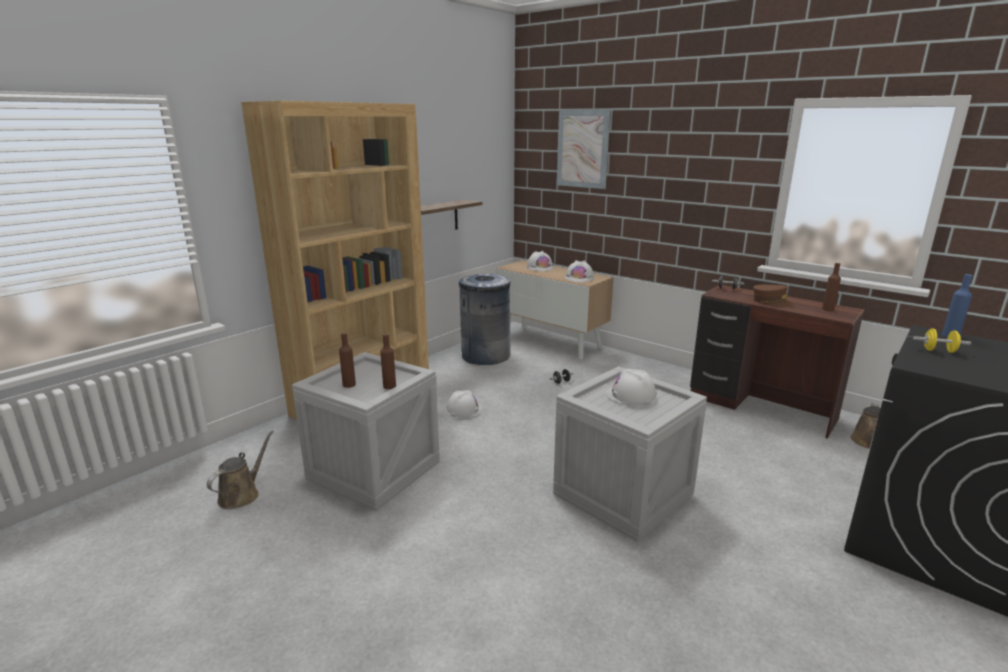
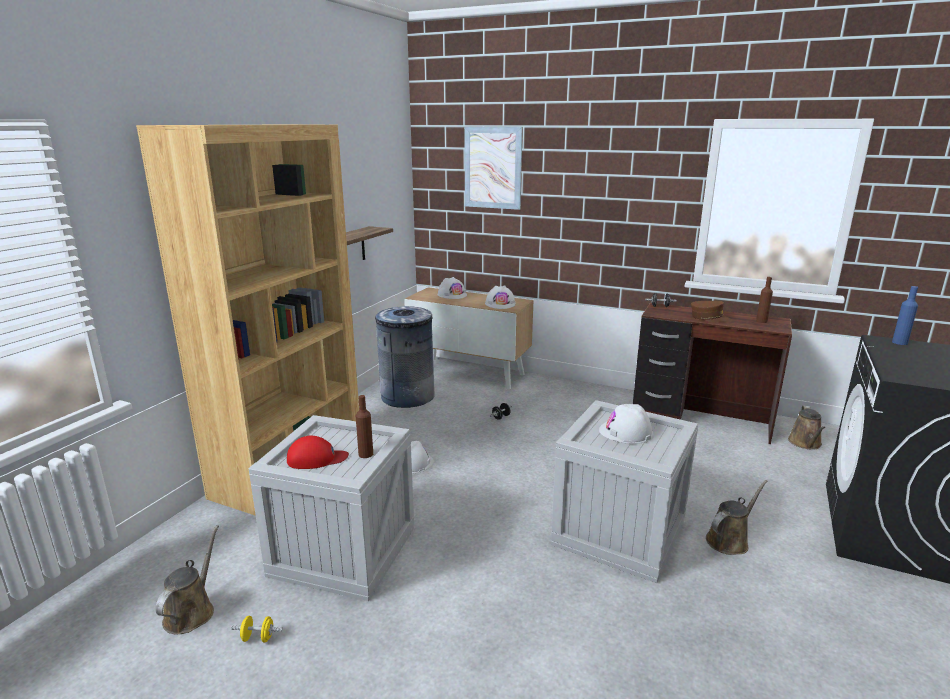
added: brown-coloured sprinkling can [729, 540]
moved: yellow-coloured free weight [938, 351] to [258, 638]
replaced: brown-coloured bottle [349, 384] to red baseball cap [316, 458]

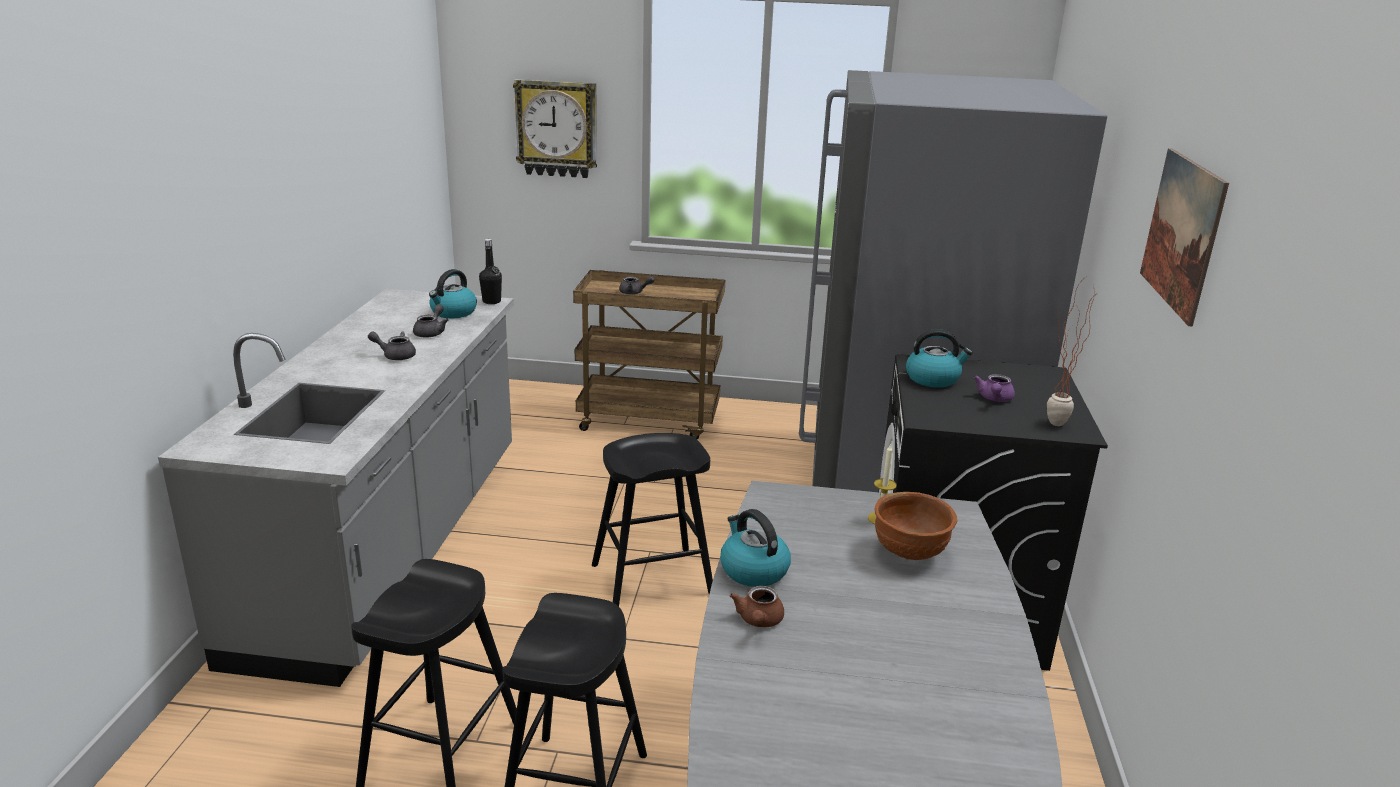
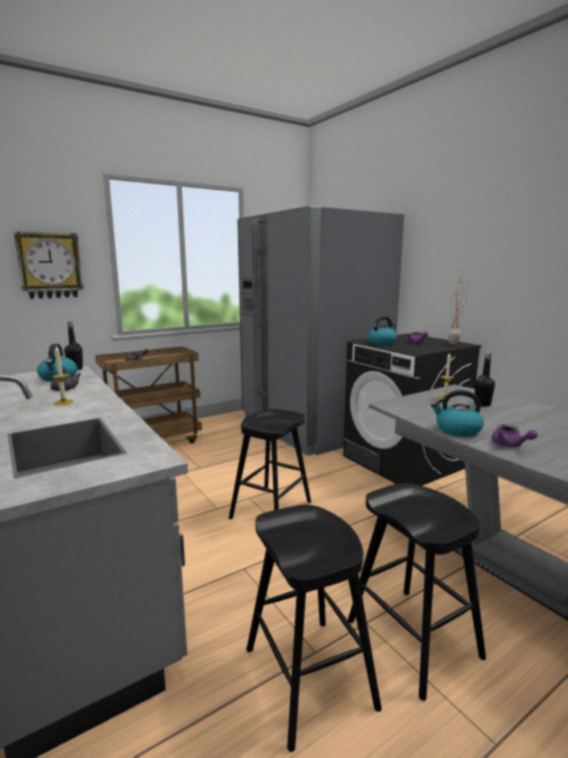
removed: wall art [1182, 233]
replaced: gray teapot [395, 355] to candle [63, 402]; brown-coloured serving bowl [909, 553] to black bottle [482, 404]
recoloured: brown-coloured teapot [758, 621] to purple-coloured teapot [510, 445]

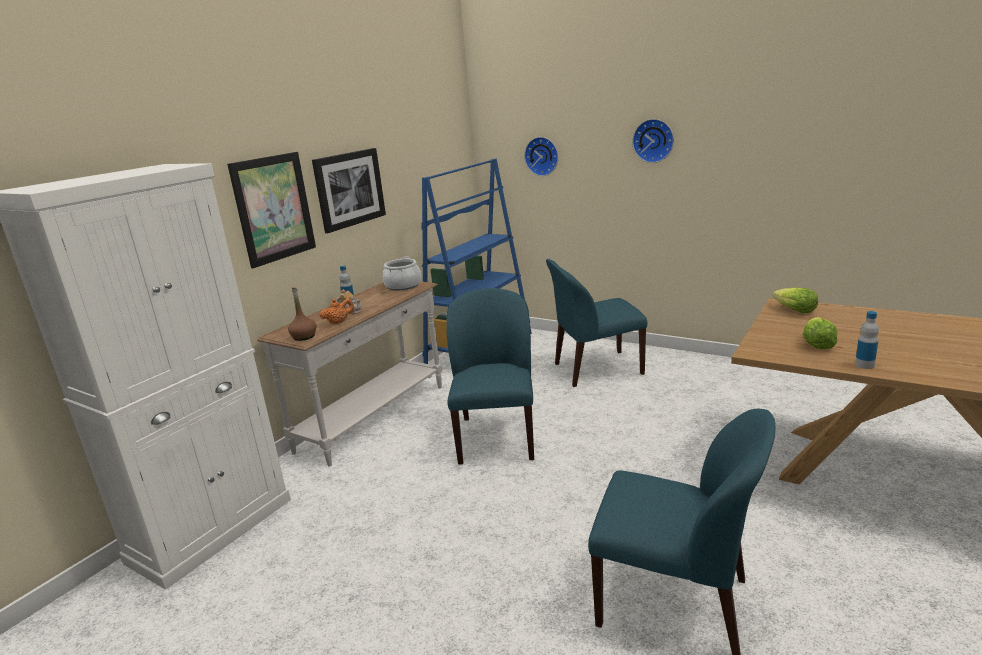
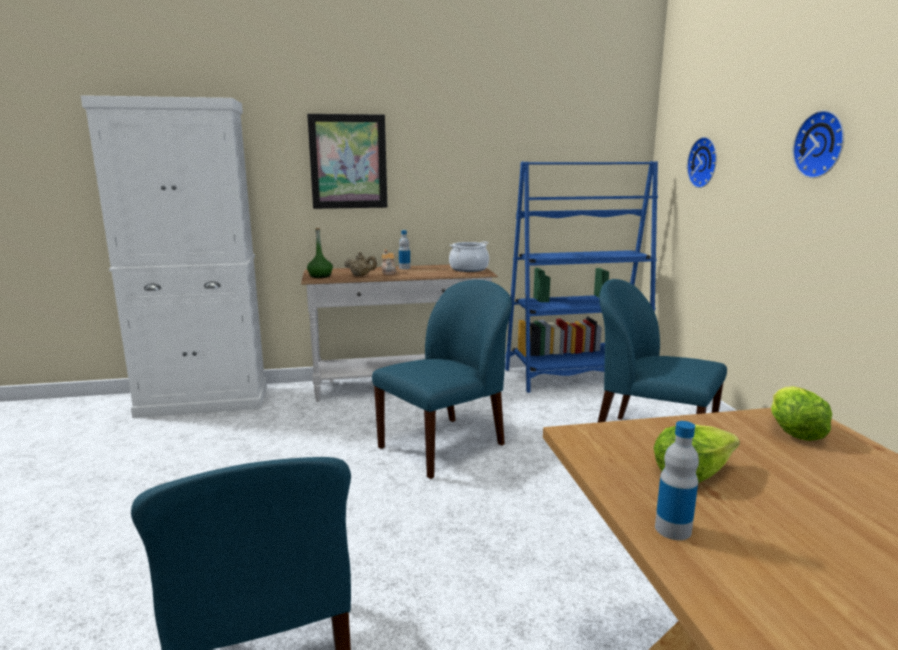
removed: wall art [349, 189]
recoloured: brown-coloured bottle [304, 337] to green-coloured bottle [320, 276]; orange-coloured teapot [338, 322] to sand-coloured teapot [361, 275]

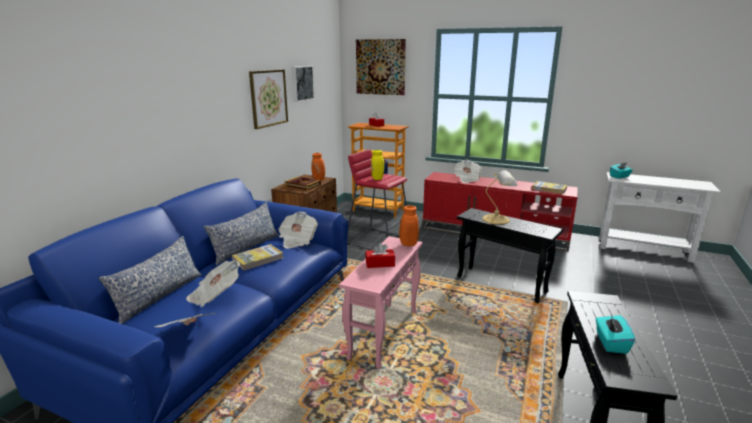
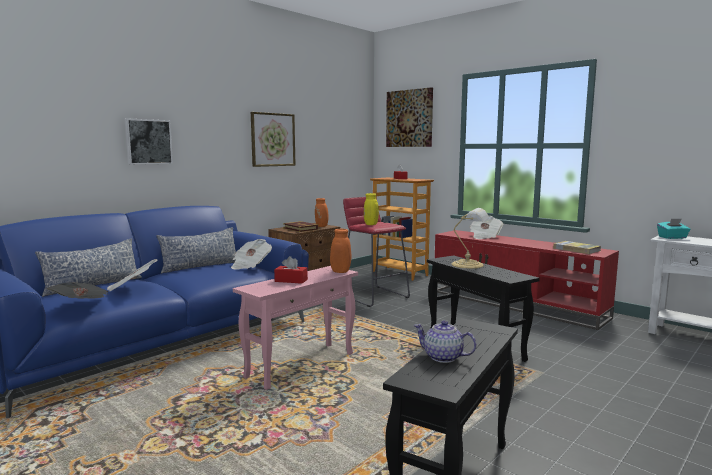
removed: volume [258, 259]
moved: wall art [301, 83] to [148, 142]
replaced: turquoise tissue holder [610, 343] to teapot [443, 357]

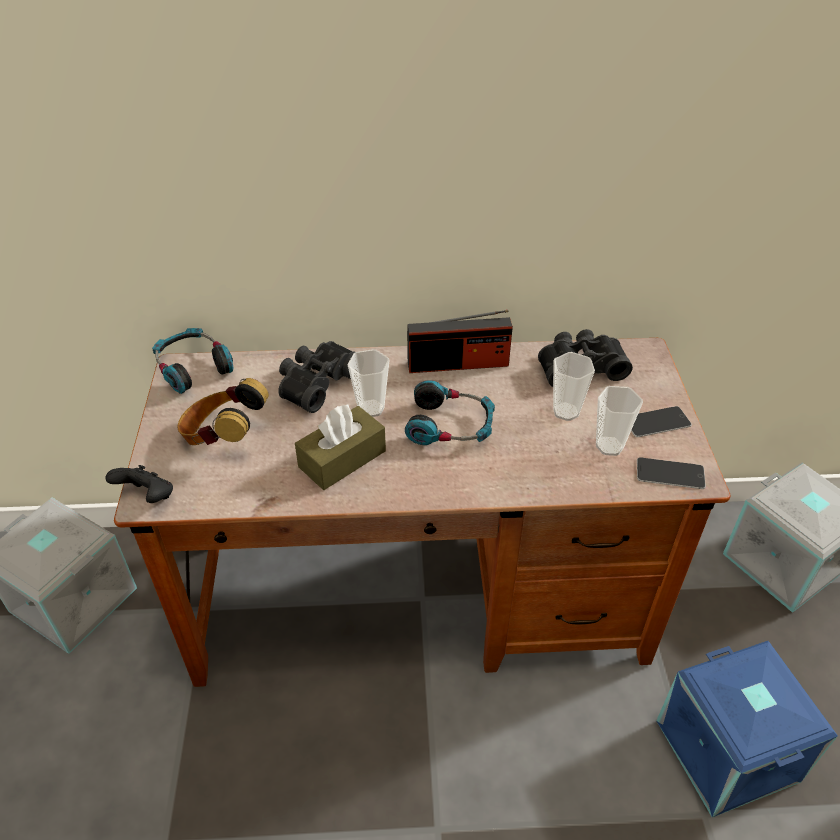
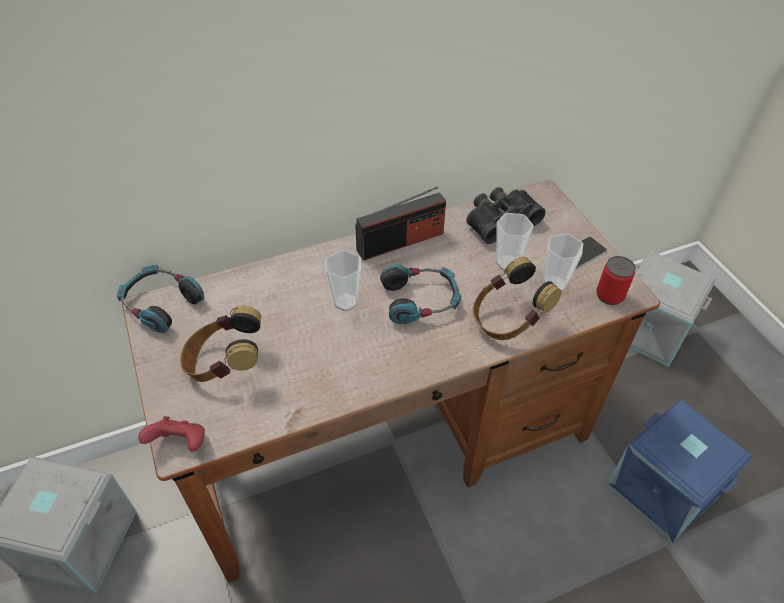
removed: black field glasses [316, 382]; brown-coloured tissue holder [342, 459]
added: headset [507, 320]
replaced: phone [670, 473] to sealed can [609, 295]
recoloured: black game controller [148, 497] to red game controller [180, 443]

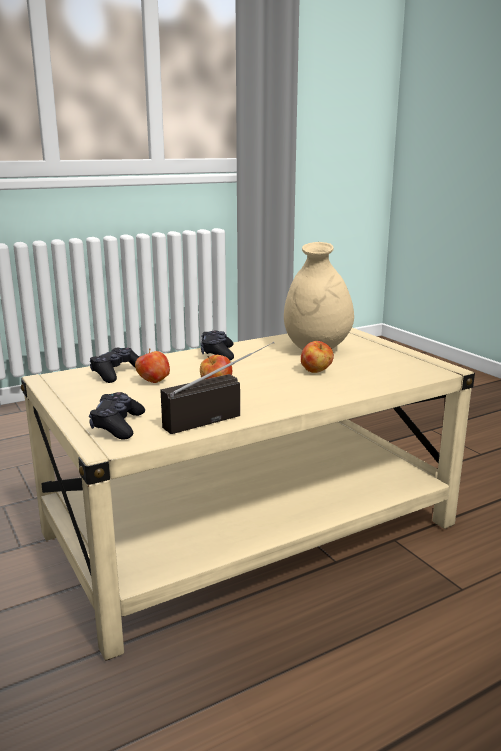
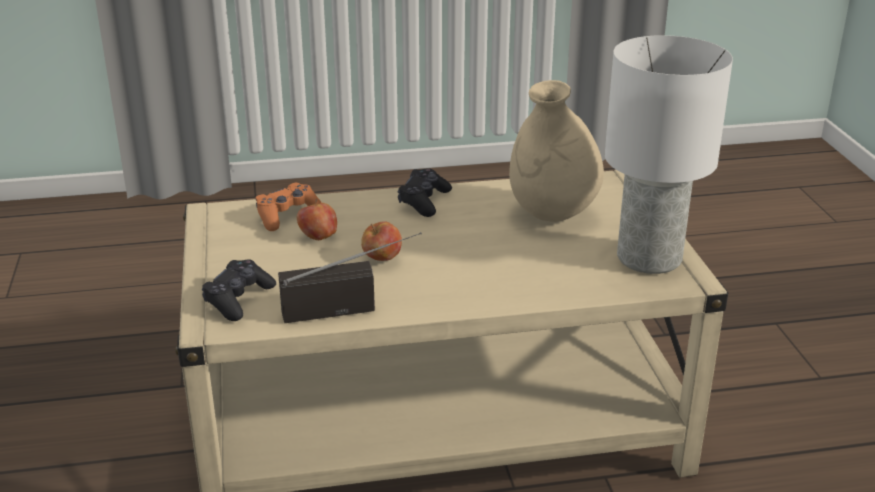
removed: whole apple [316, 371]
added: whitish table lamp [648, 259]
recoloured: black game controller [117, 373] to orange-coloured game controller [288, 216]

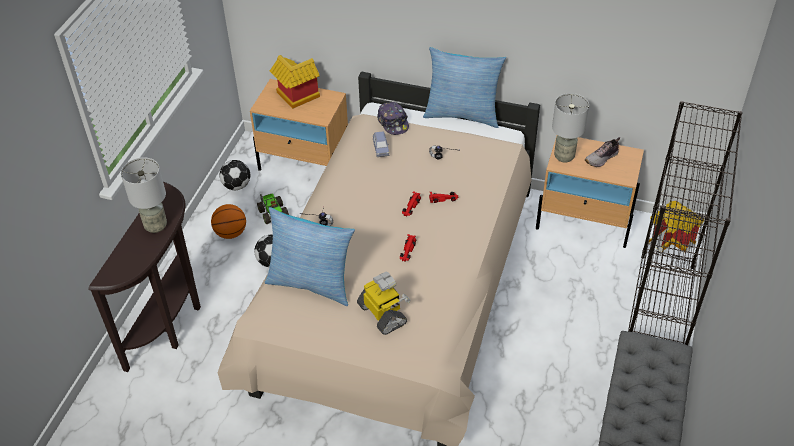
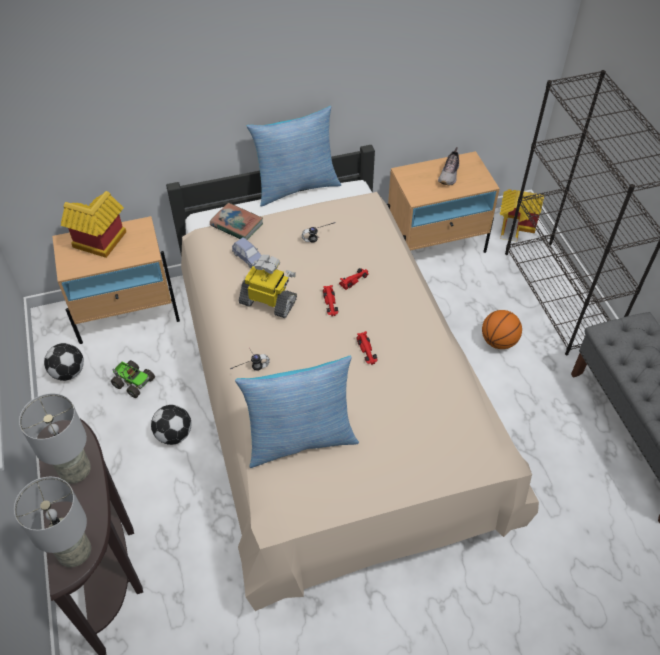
moved: ball for basketball [231, 233] to [498, 341]; toy robot [383, 314] to [269, 301]; gray table lamp [564, 156] to [75, 552]
replaced: baseball cap [393, 123] to volume [236, 225]

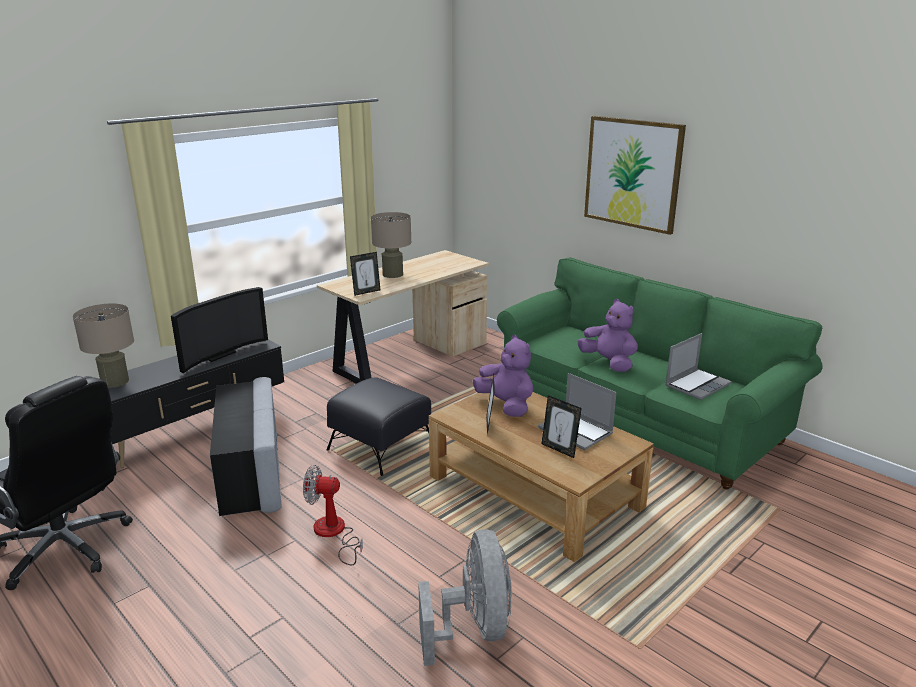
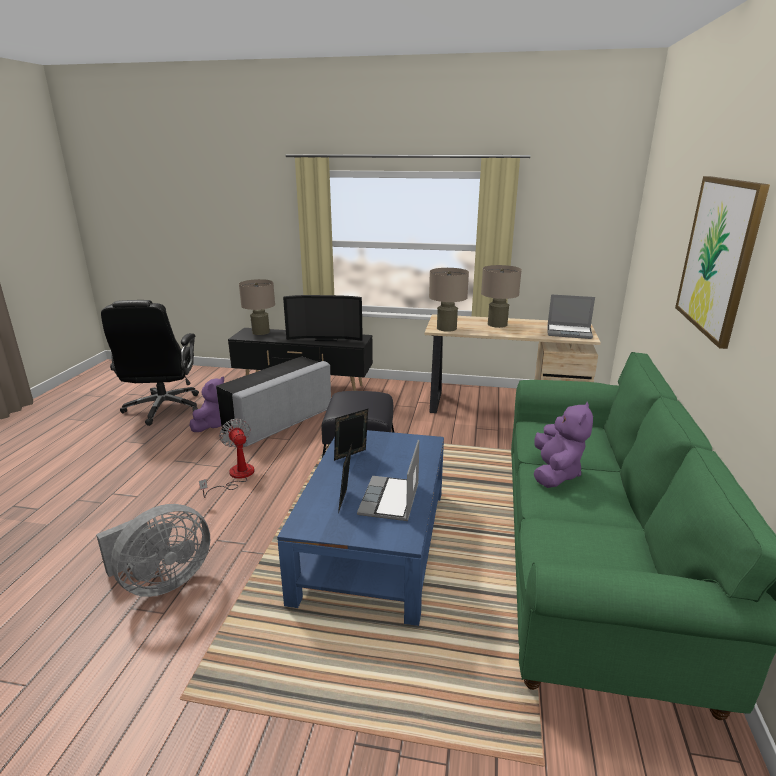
moved: purple-coloured soft toy [506, 405] to [212, 424]; notebook computer [697, 385] to [569, 332]
replaced: picture frame [366, 292] to sand-coloured table lamp [446, 328]
recoloured: brown-coloured low table [534, 492] to blue-coloured low table [373, 543]

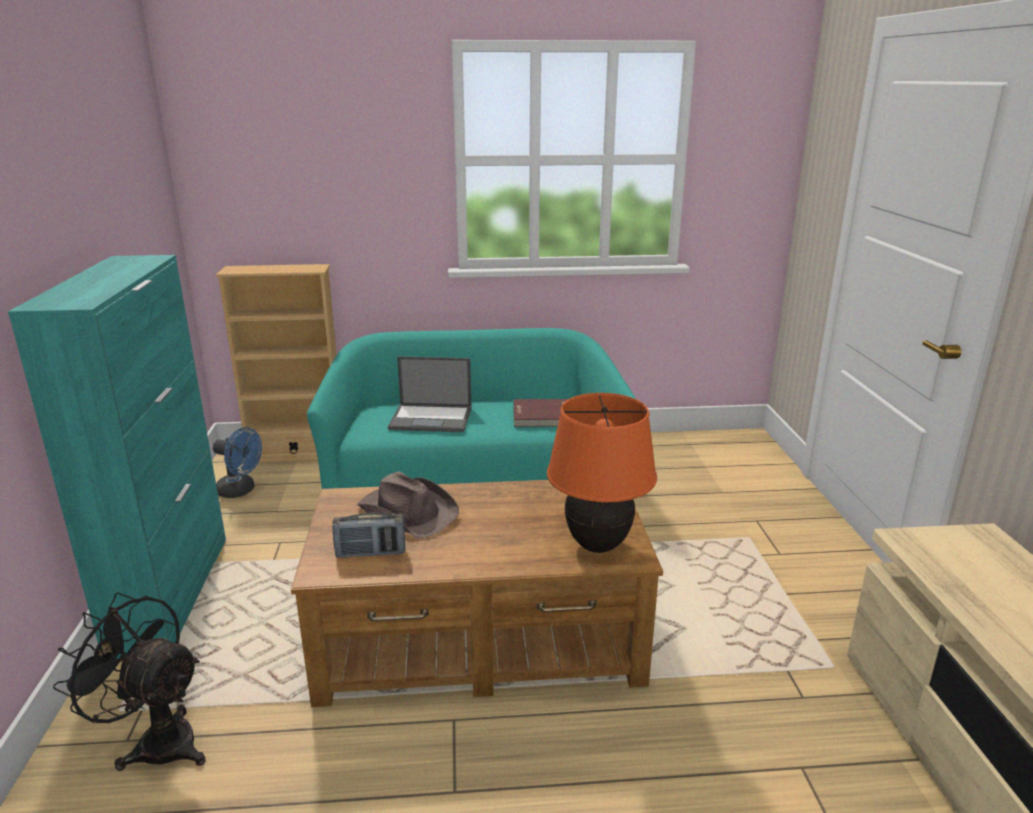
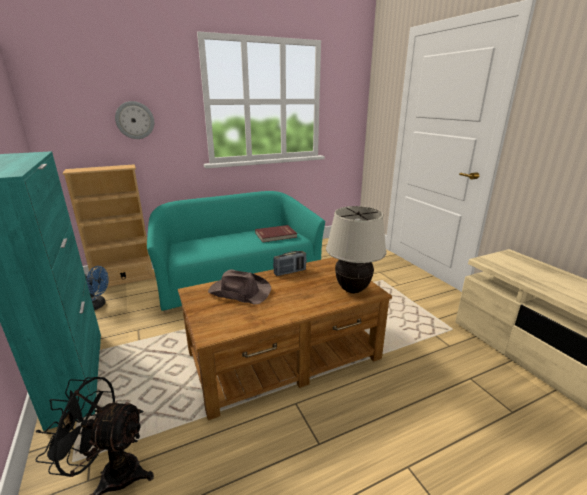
removed: notebook computer [432, 418]
added: hanging clock [135, 120]
moved: radio [370, 553] to [290, 272]
recoloured: orange-coloured table lamp [597, 546] to sand-coloured table lamp [352, 290]

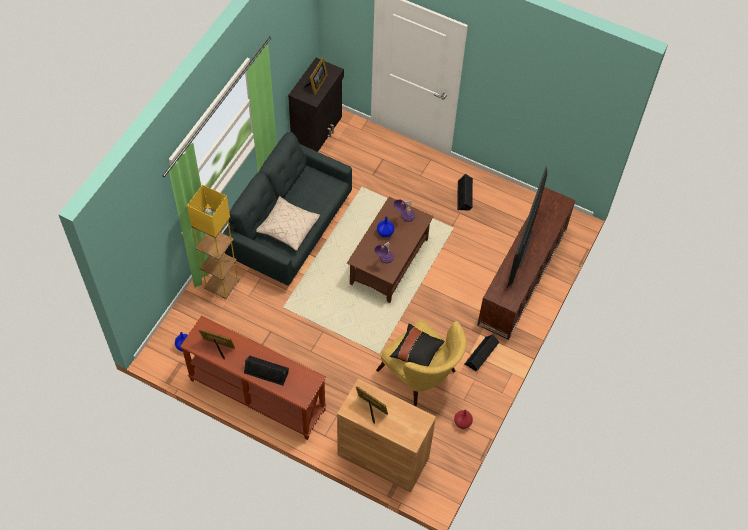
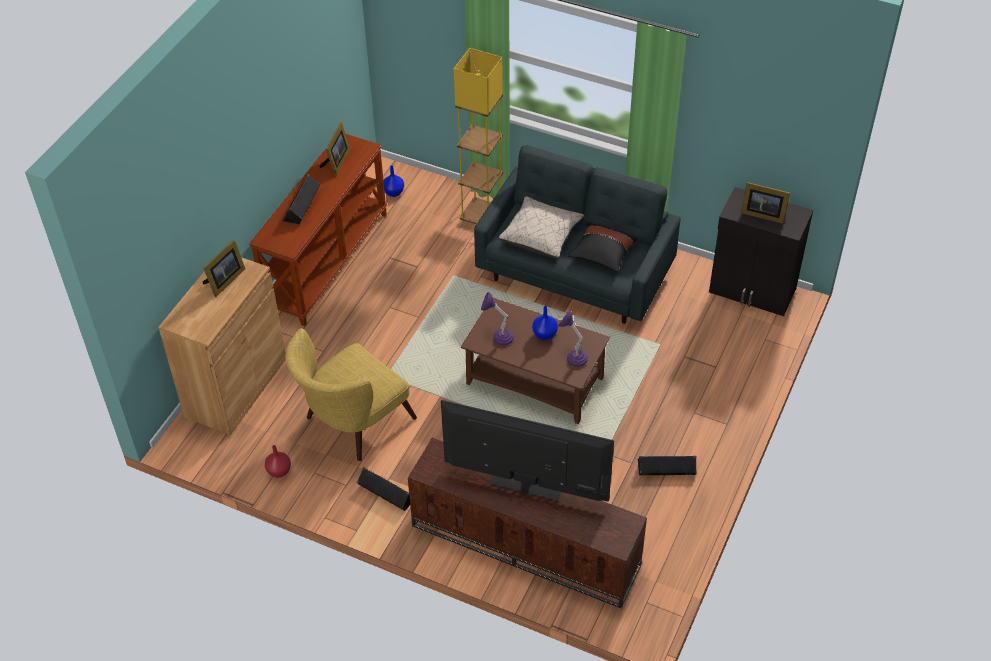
moved: black pillow [417, 352] to [602, 254]

